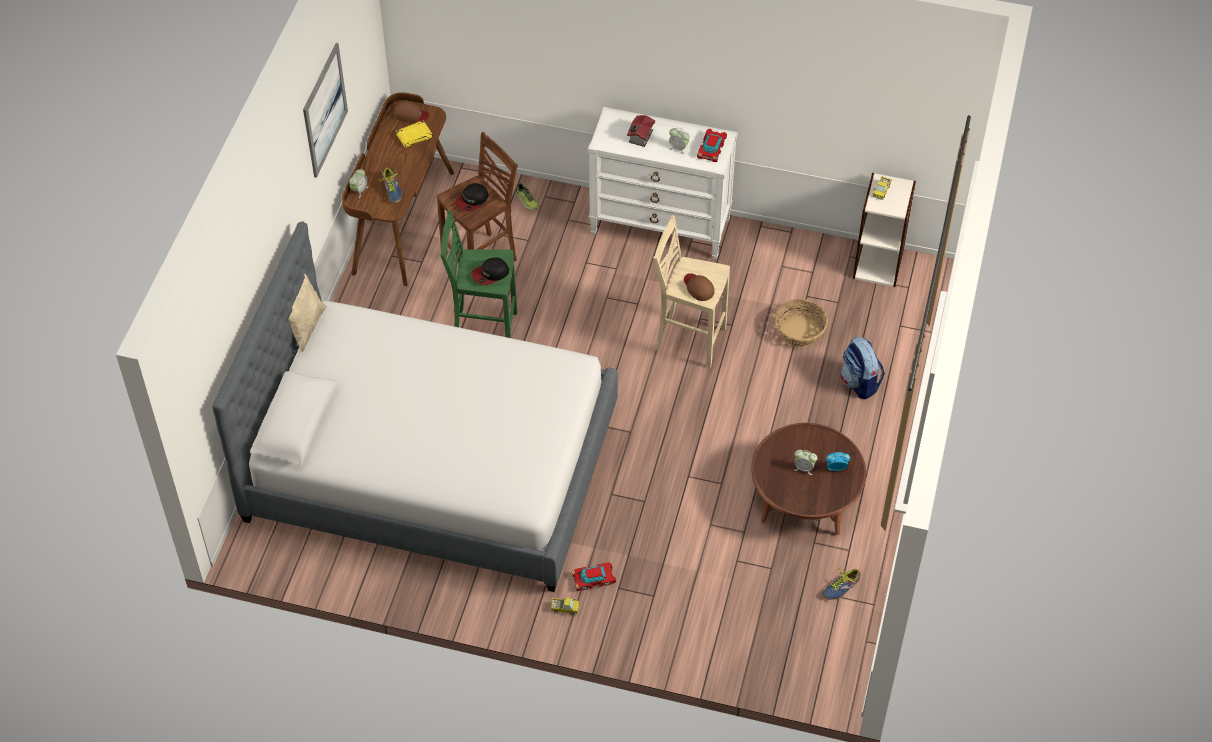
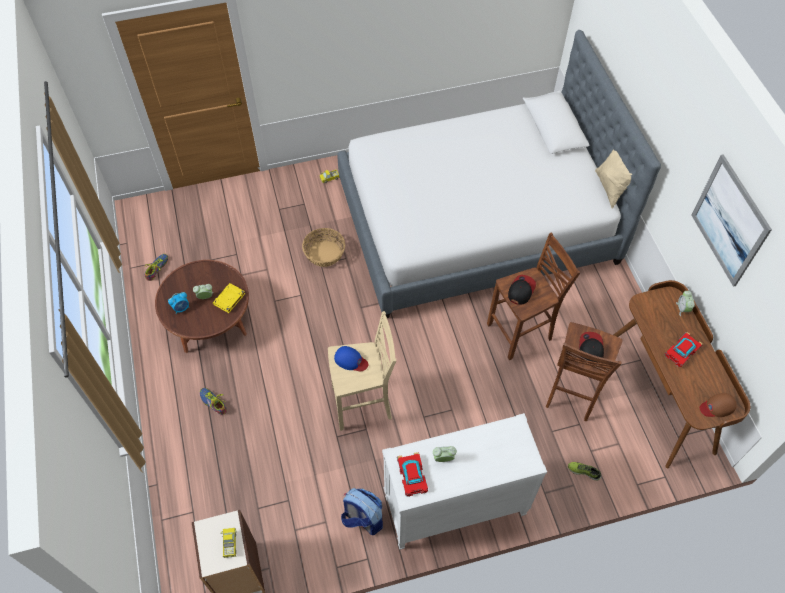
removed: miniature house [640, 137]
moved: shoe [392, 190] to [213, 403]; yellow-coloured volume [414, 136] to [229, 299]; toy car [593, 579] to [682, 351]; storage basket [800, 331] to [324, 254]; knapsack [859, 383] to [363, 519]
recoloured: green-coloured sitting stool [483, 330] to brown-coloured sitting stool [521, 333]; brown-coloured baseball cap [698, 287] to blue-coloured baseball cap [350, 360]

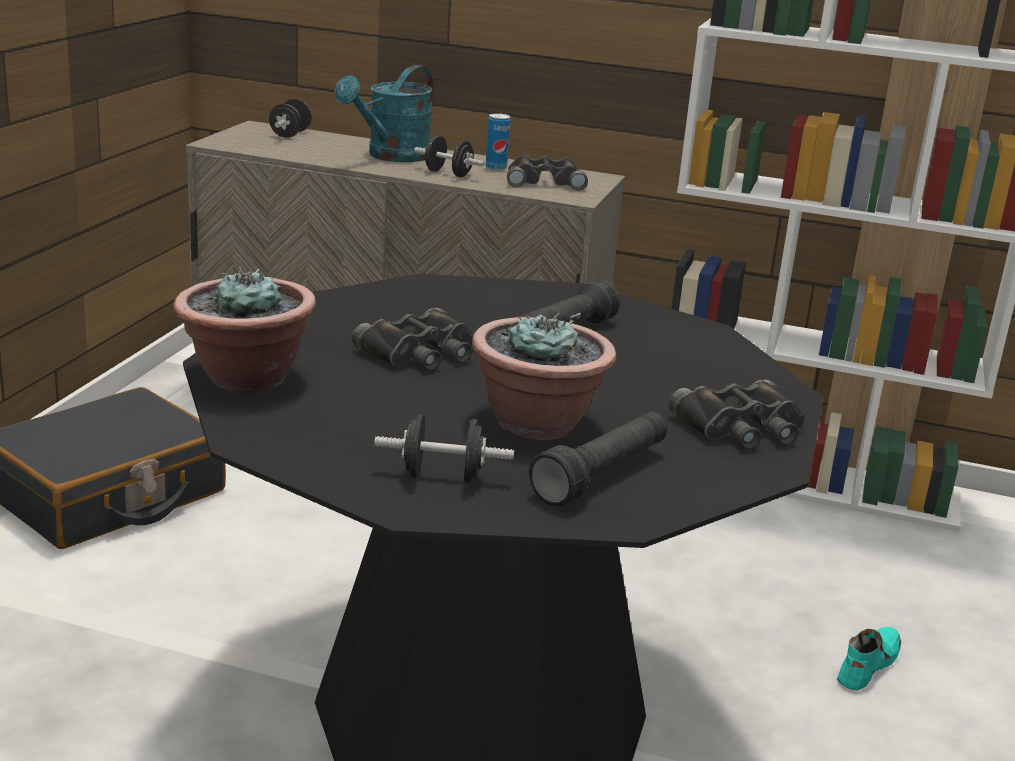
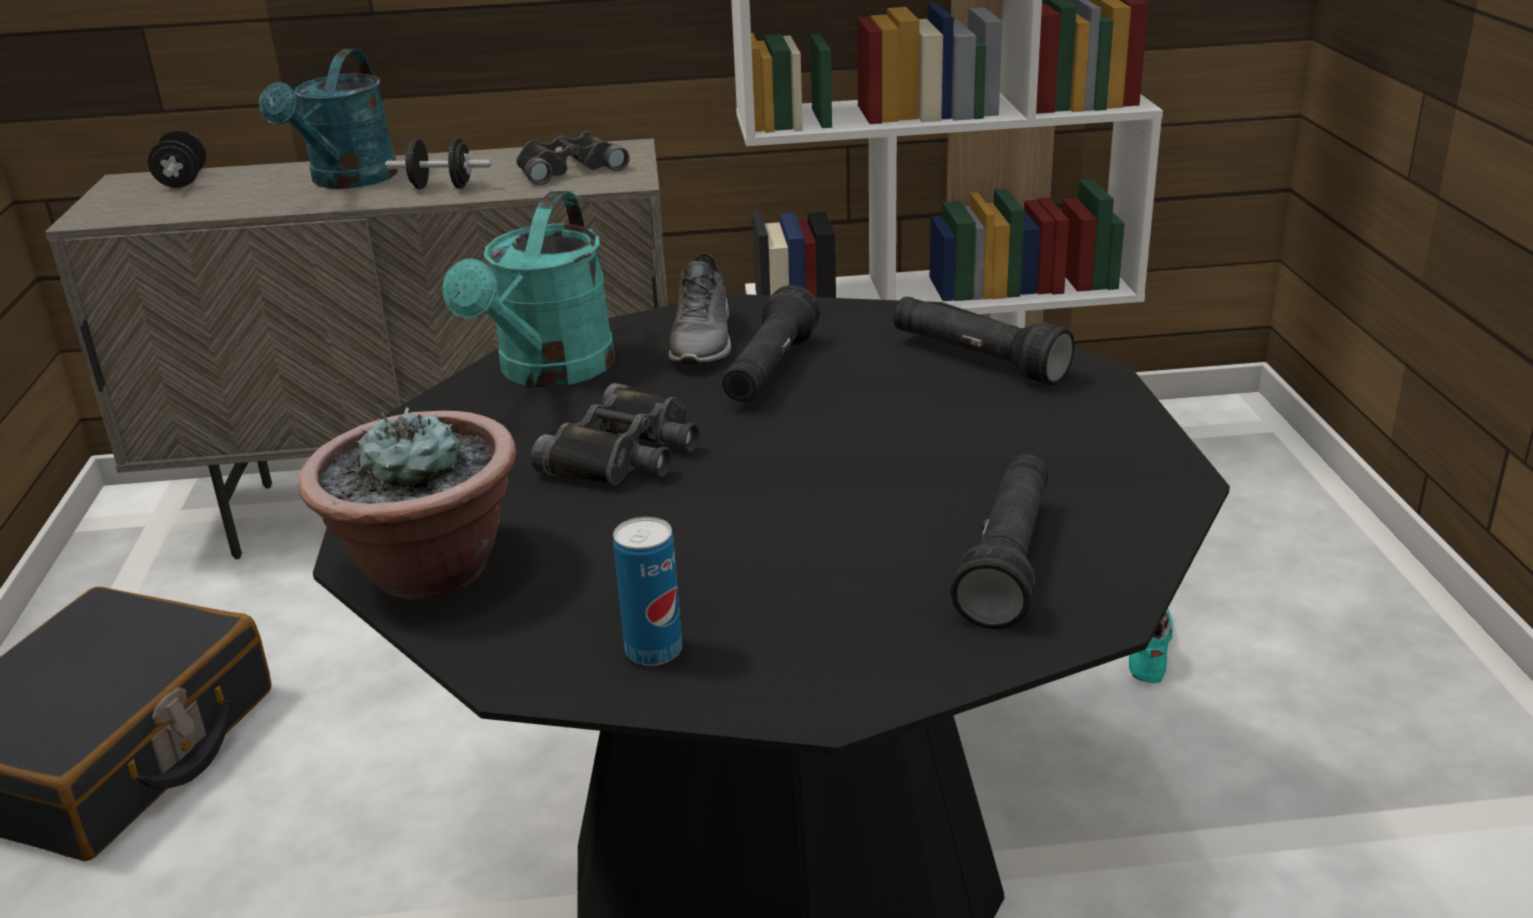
removed: black free weight [442, 477]; plant in a pot [537, 423]; black field glasses [742, 427]
added: turquoise sprinkling can [549, 372]; gray shoe [704, 341]; black hand torch [977, 360]
moved: sealed can [496, 168] to [653, 651]

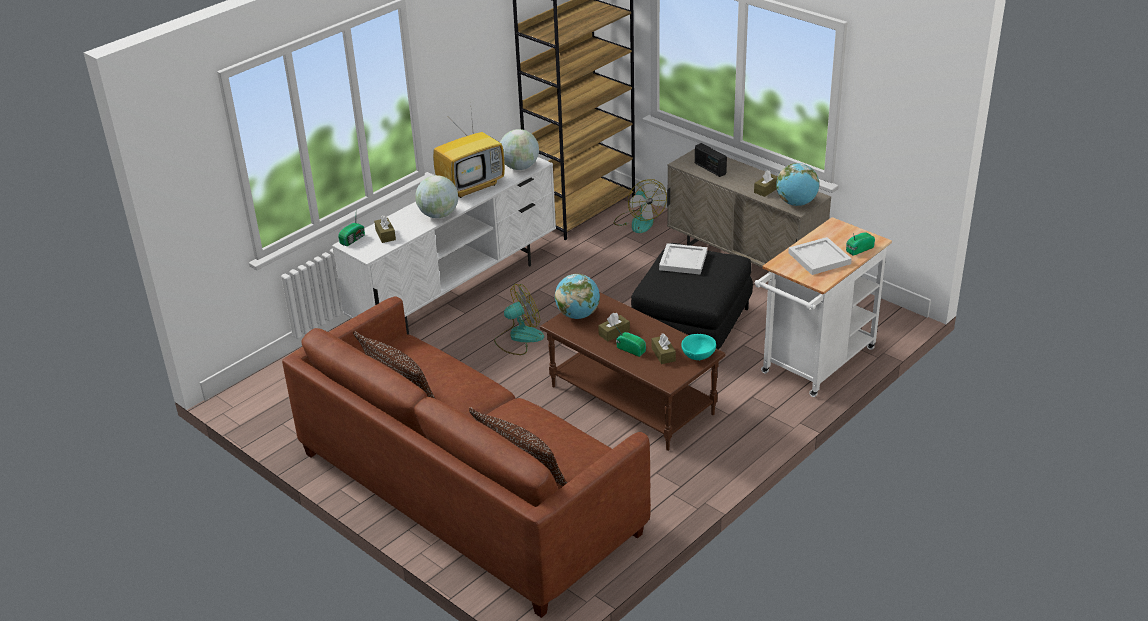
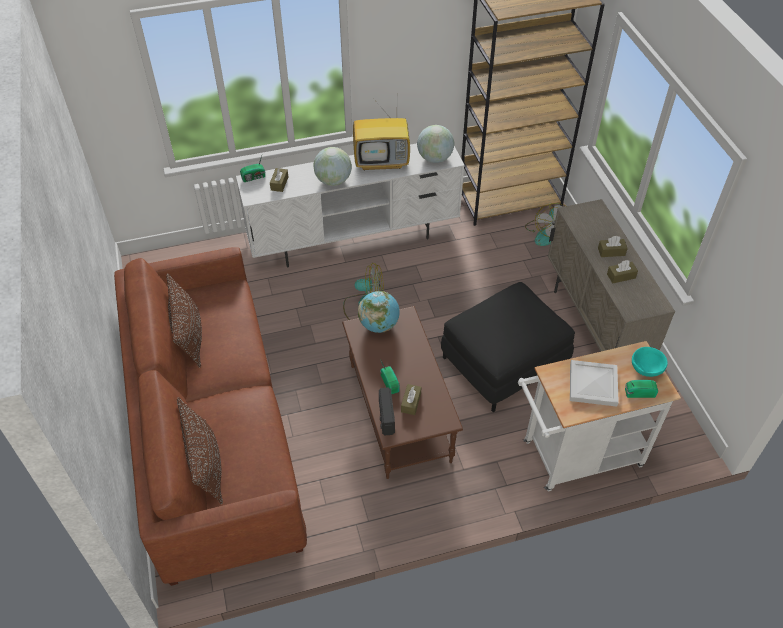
removed: whitish tray [683, 261]; desk globe [796, 203]
moved: brown-coloured tissue holder [614, 333] to [611, 252]; turquoise serving bowl [698, 355] to [646, 368]; radio [710, 169] to [386, 417]

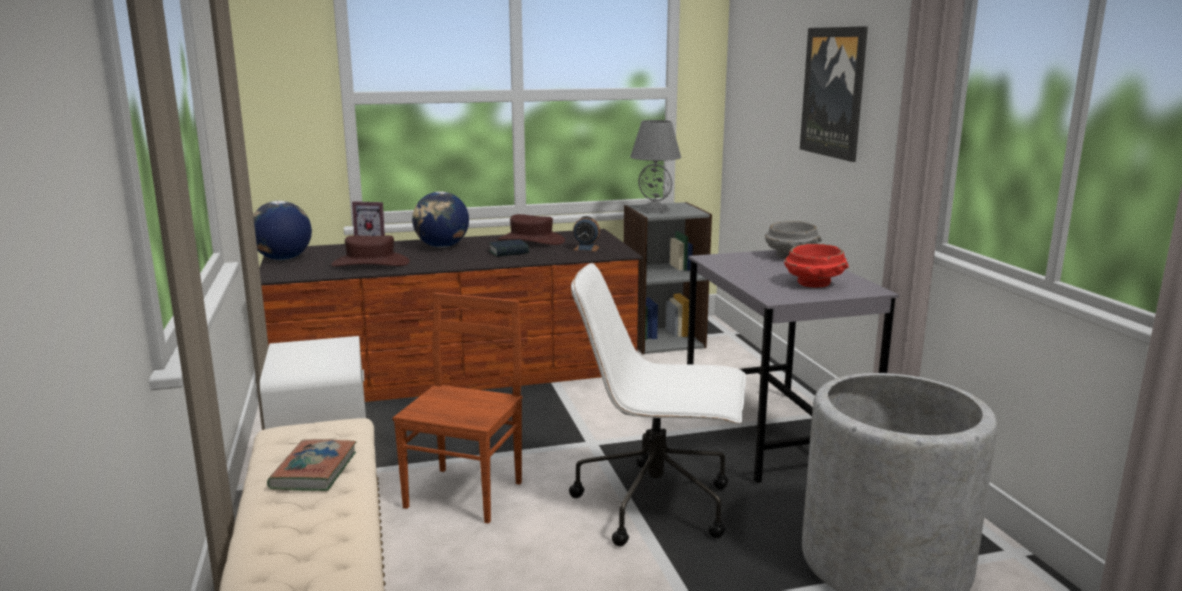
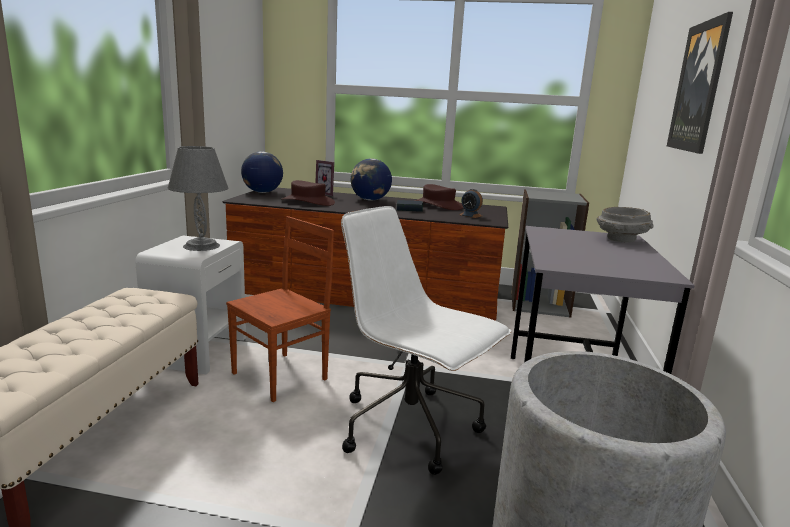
removed: volume [314, 470]; red serving bowl [815, 284]
moved: gray table lamp [654, 209] to [201, 246]

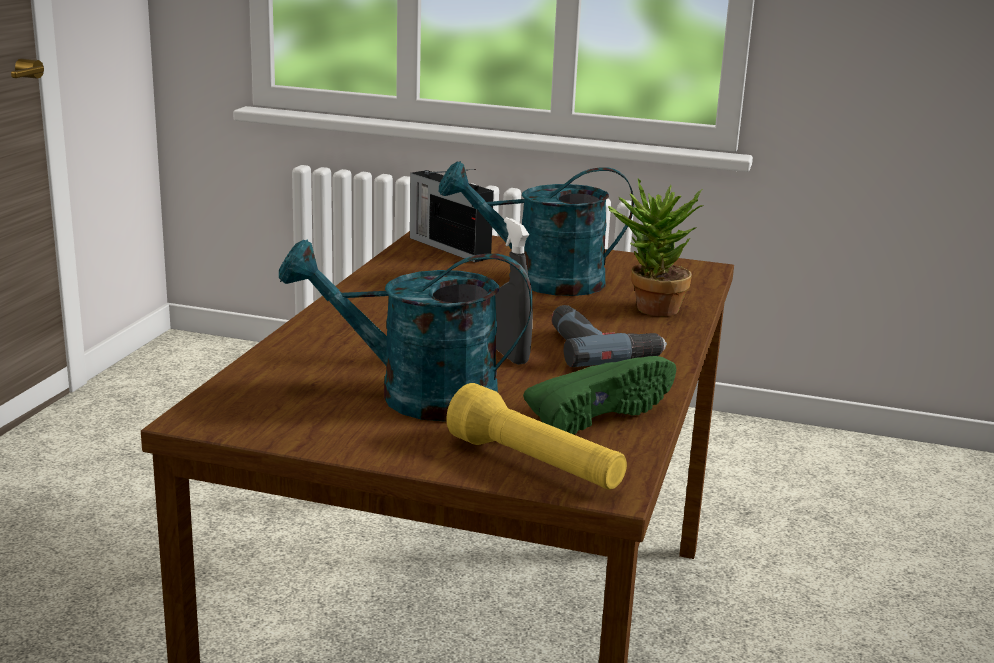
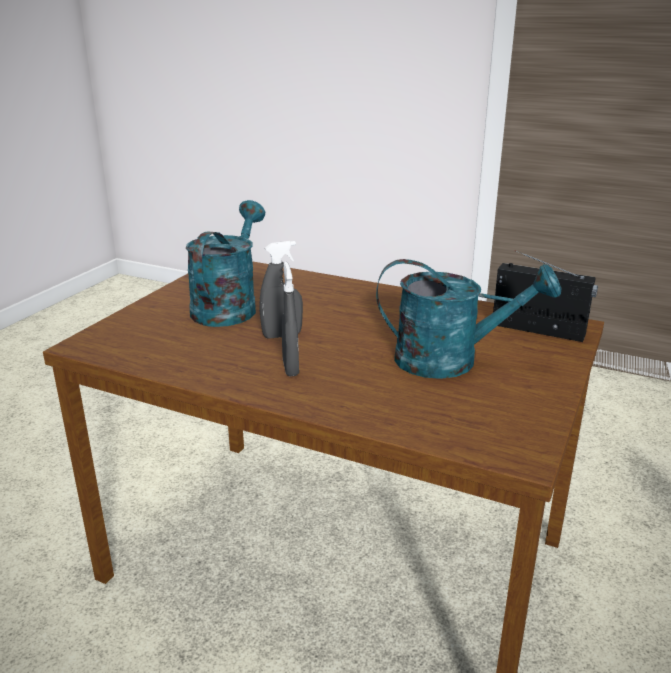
removed: yellow-coloured hand torch [535, 465]; green-coloured shoe [595, 414]; plant in a pot [649, 309]
replaced: drill [600, 347] to gray hand sprayer [290, 368]
turned: radio [448, 247] = [539, 330] 60 degrees clockwise; turquoise sprinkling can [542, 281] = [451, 361] 90 degrees clockwise

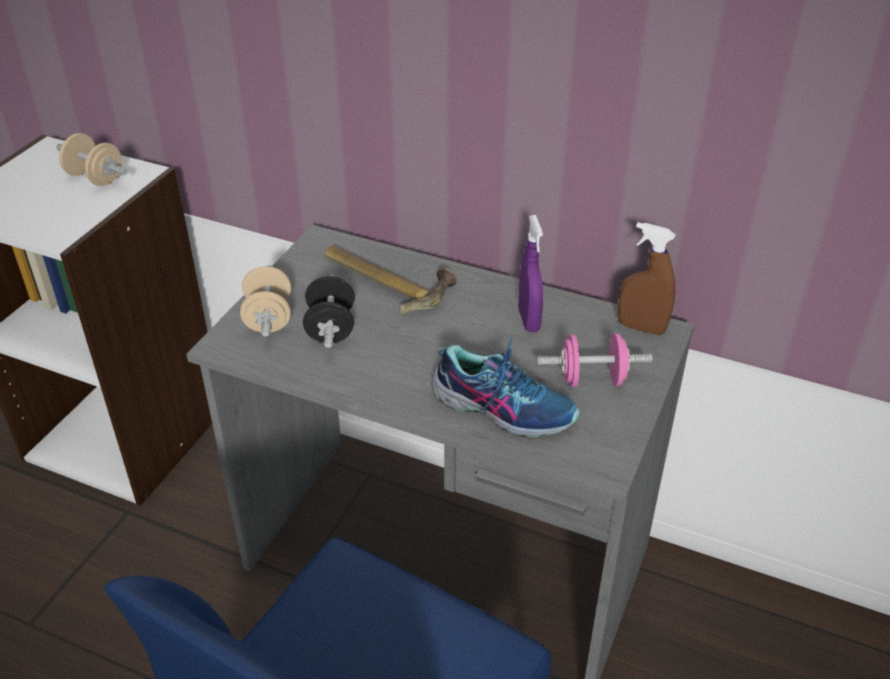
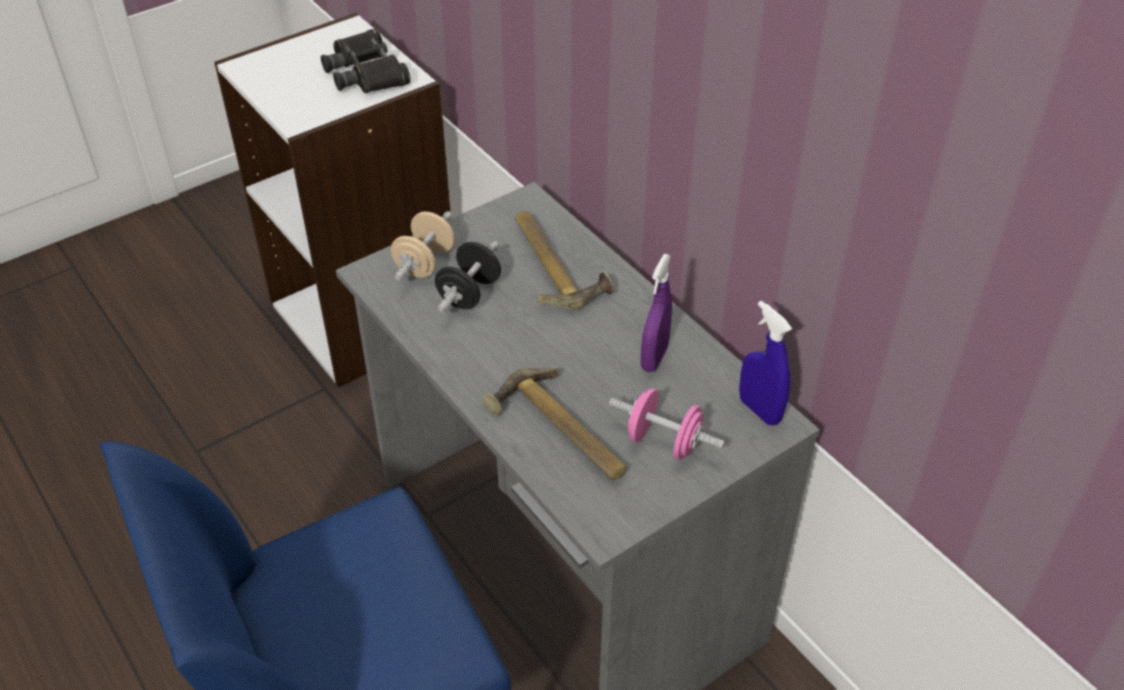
replaced: sand-coloured free weight [95, 178] to black field glasses [366, 72]; shoe [503, 407] to tool hammer [558, 433]
recoloured: brown-coloured hand sprayer [641, 328] to blue-coloured hand sprayer [759, 410]

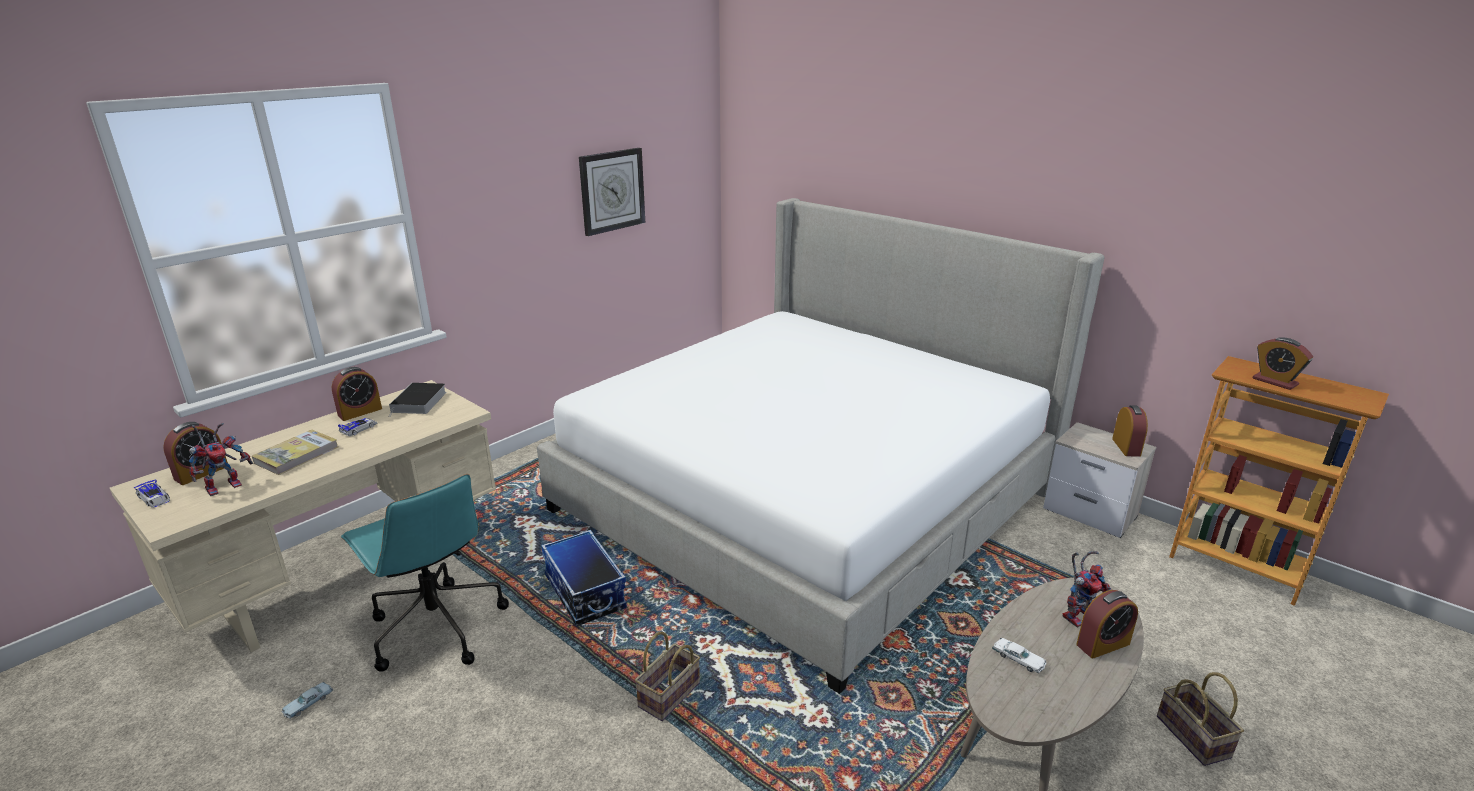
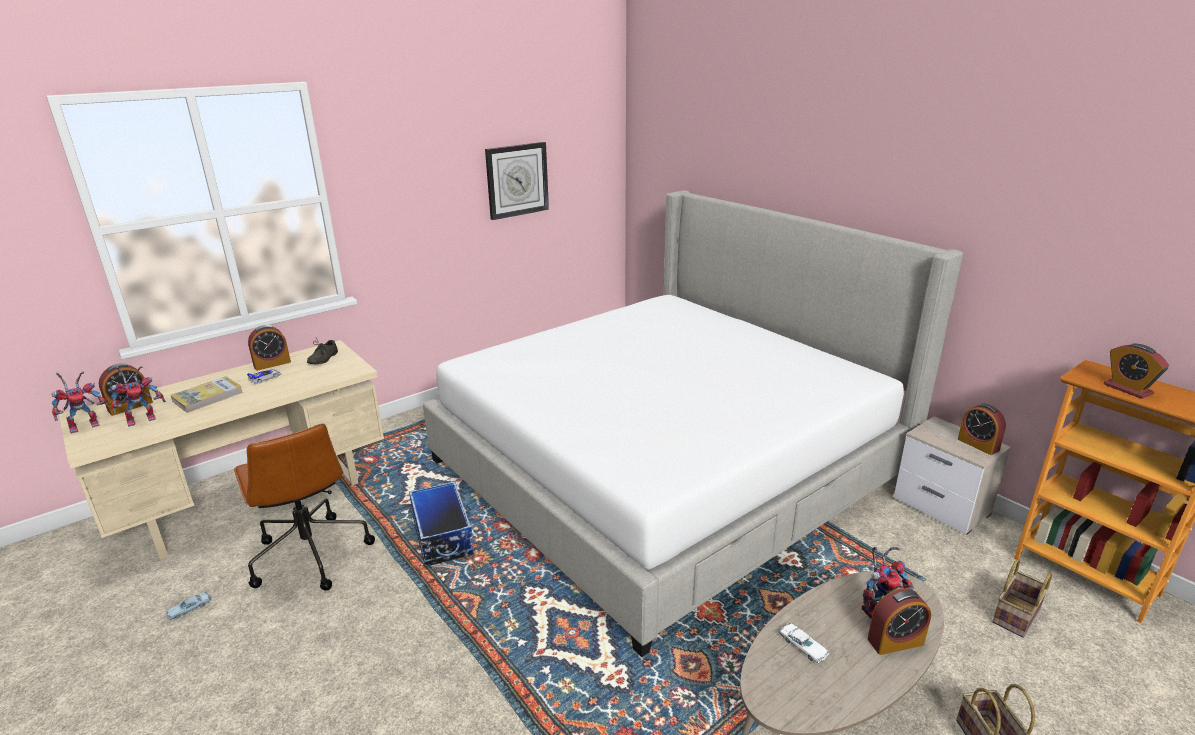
moved: storage basket [669, 696] to [1017, 617]
replaced: toy car [154, 498] to toy robot [87, 425]; volume [419, 402] to gray shoe [322, 359]
recoloured: turquoise desk chair [436, 627] to brown-coloured desk chair [310, 554]
turned: bedside clock [1126, 447] = [978, 444] 135 degrees clockwise

